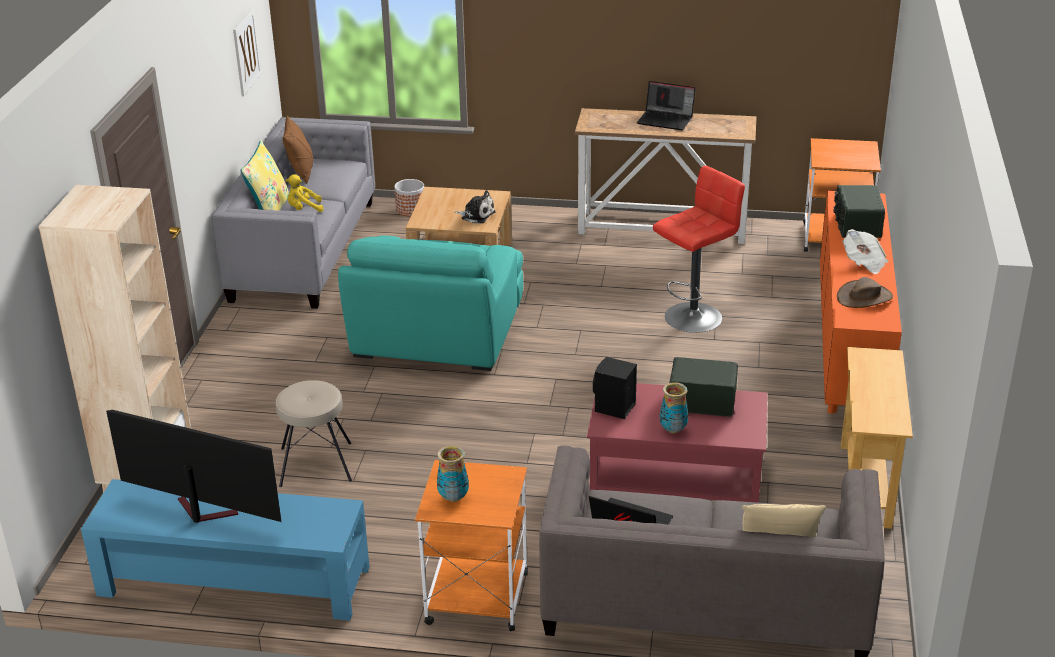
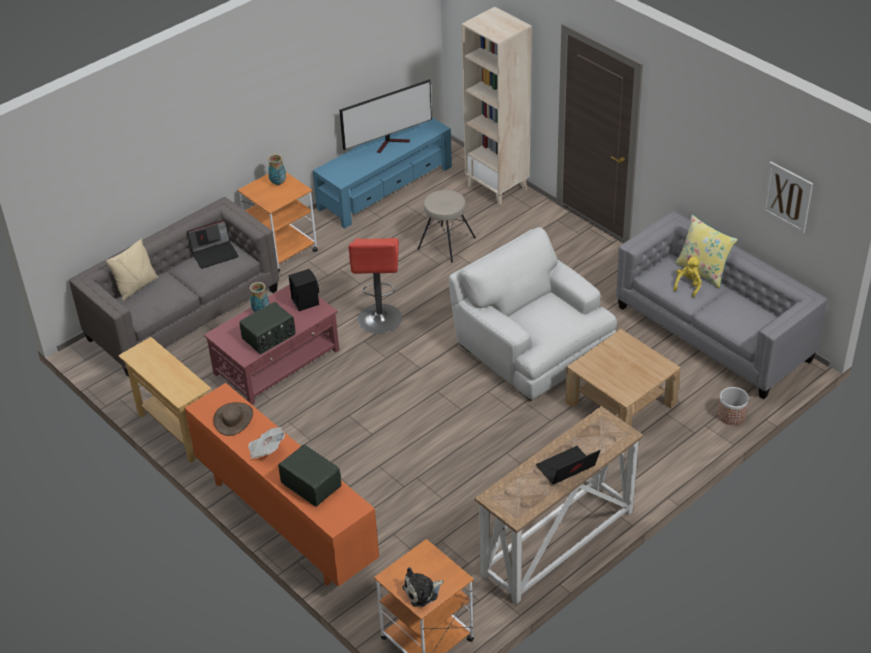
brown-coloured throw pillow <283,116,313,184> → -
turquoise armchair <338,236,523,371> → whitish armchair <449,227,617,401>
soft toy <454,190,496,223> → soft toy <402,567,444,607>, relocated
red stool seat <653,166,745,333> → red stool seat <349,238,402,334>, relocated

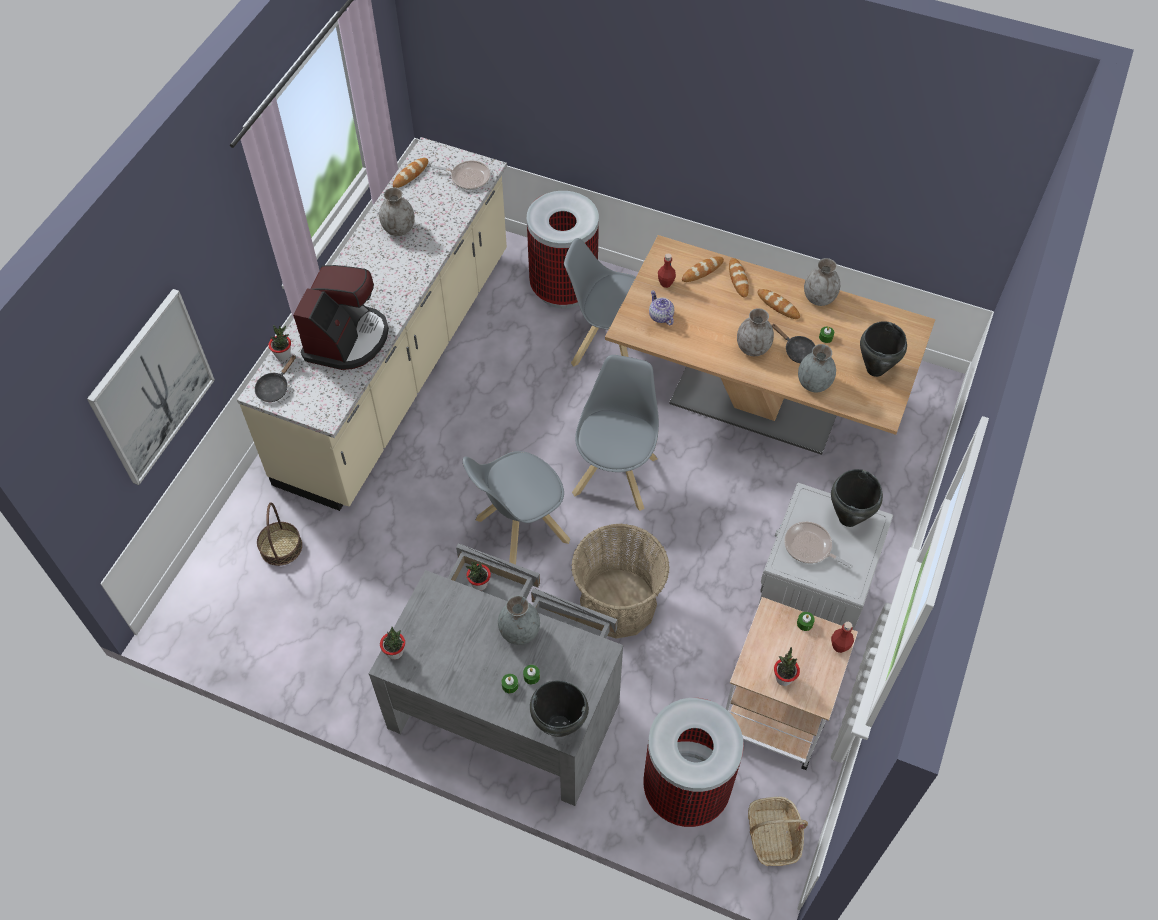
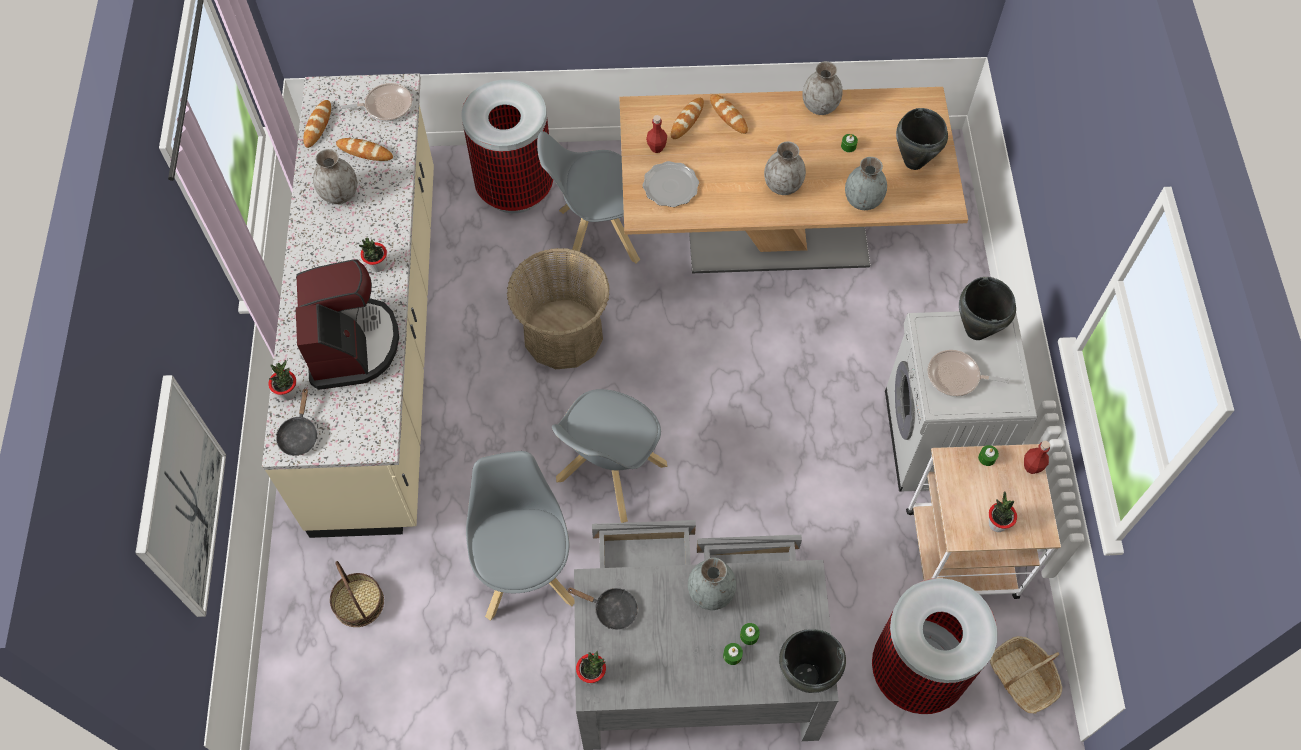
houseplant <466,561,491,591> → houseplant <359,237,387,272>, relocated
storage basket <571,524,670,639> → storage basket <507,248,610,369>, relocated
grey plain chair <572,355,659,511> → grey plain chair <466,451,574,621>, relocated
teapot <649,290,674,325> → plate <642,161,699,207>
baked bread <757,289,800,319> → baked bread <336,138,393,161>, relocated
black skillet <771,324,815,363> → black skillet <567,587,638,630>, relocated

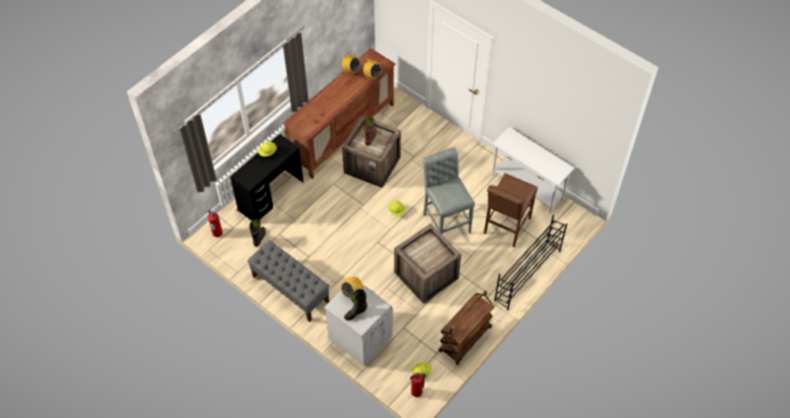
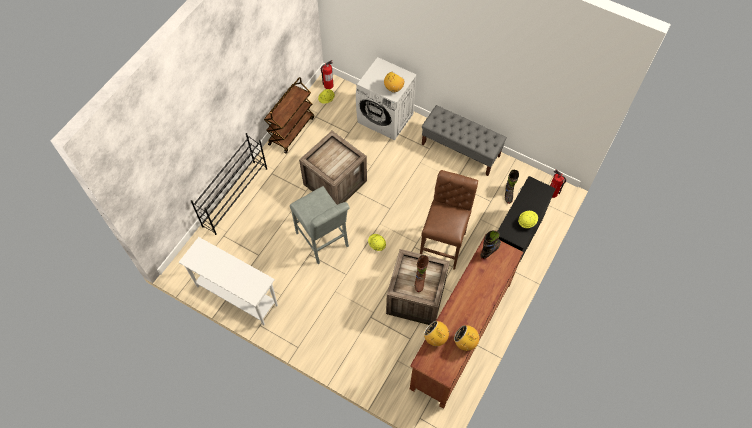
black high-top boot <344,289,367,320> → black high-top boot <480,230,501,259>, relocated
brown-coloured stool seat <484,173,538,247> → brown-coloured stool seat <420,170,478,270>, relocated

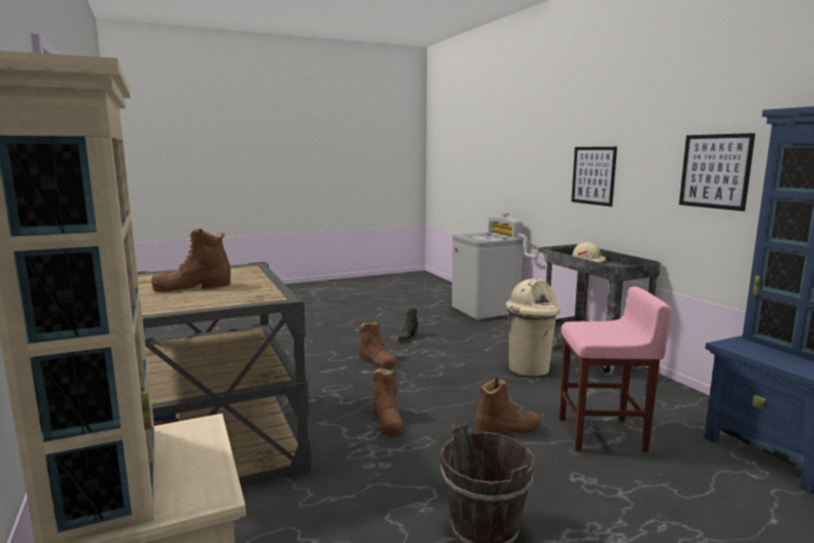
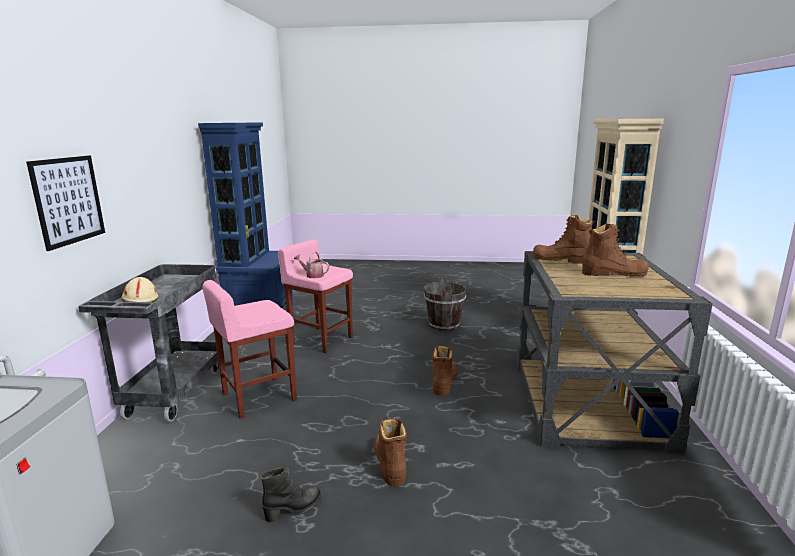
brown-coloured high-top boot <475,378,540,434> → brown-coloured high-top boot <533,215,595,264>, relocated
beige-coloured rubbish bin <505,278,561,376> → pinkish stool seat <203,280,297,419>
wall art <679,133,755,211> → -
- → watering pot <294,251,329,278>

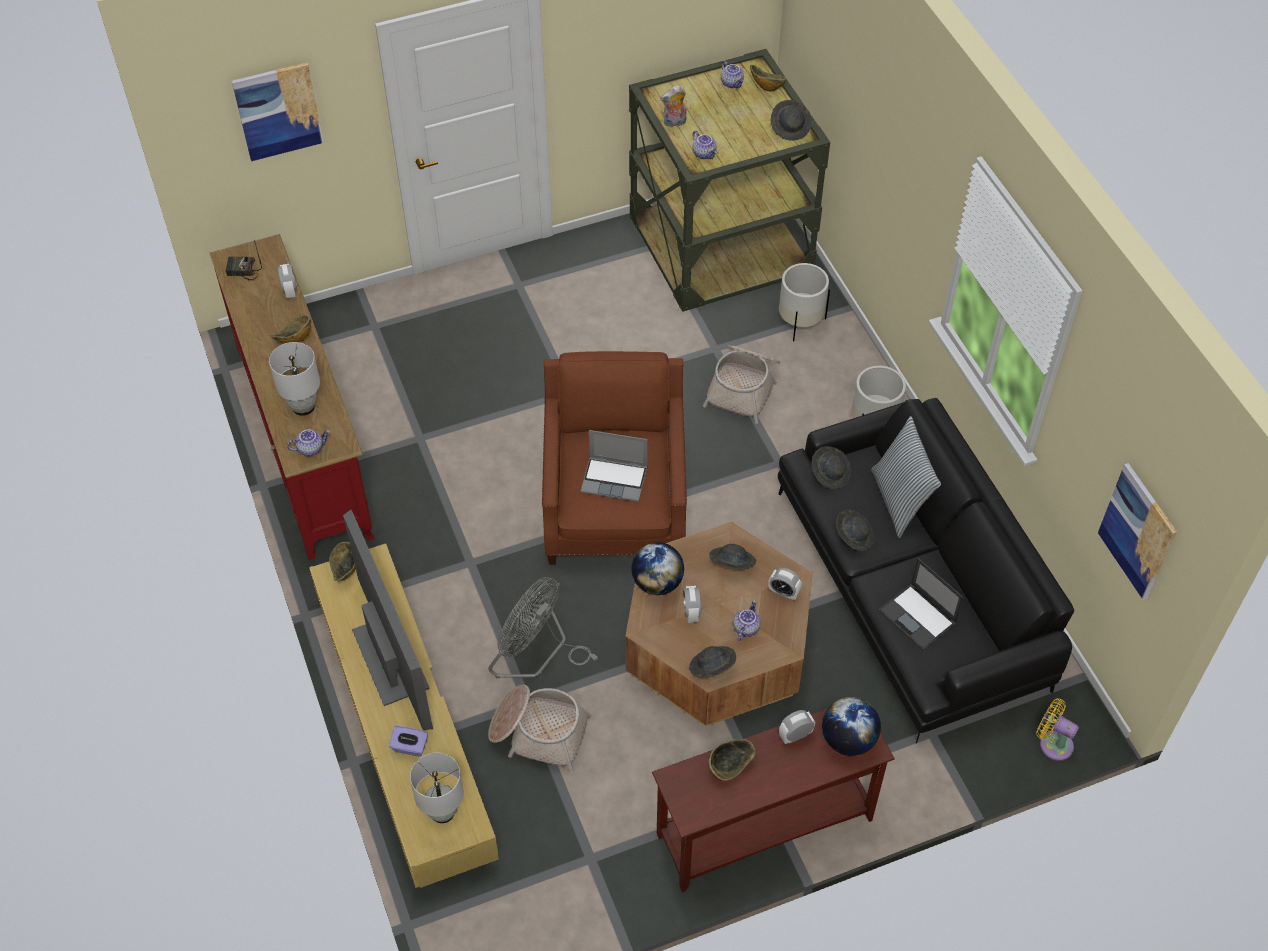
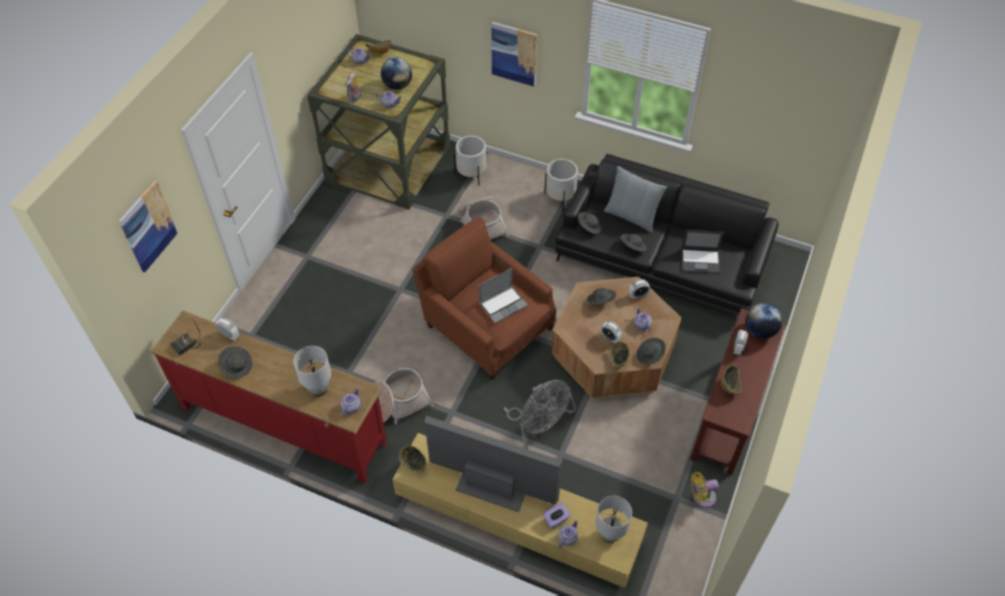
bowl <271,315,311,343> → bowl <609,341,630,368>, relocated
grey fan <488,577,598,678> → grey fan <503,380,577,449>, 120 degrees counterclockwise
storage basket <488,685,592,773> → storage basket <374,368,434,424>, relocated
desk globe <631,542,684,595> → desk globe <381,57,412,90>, relocated
grey wearable hat <771,100,812,141> → grey wearable hat <218,346,252,379>, relocated
yellow-coloured fan <1036,698,1079,761> → yellow-coloured fan <691,472,719,508>, relocated
wall art <1098,463,1177,600> → wall art <491,22,538,87>, relocated
- → teapot <558,520,578,548>

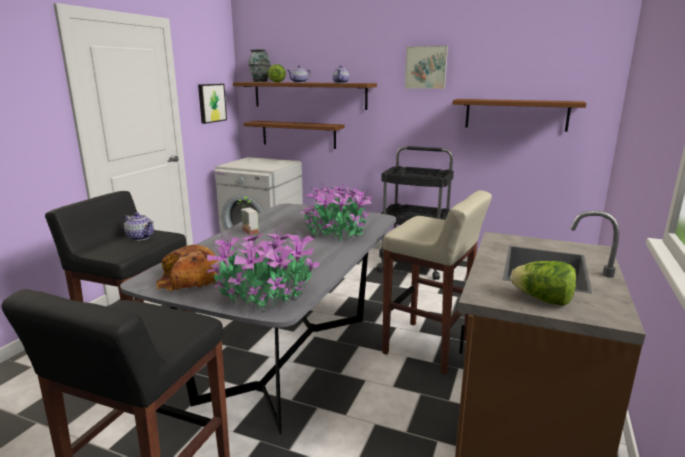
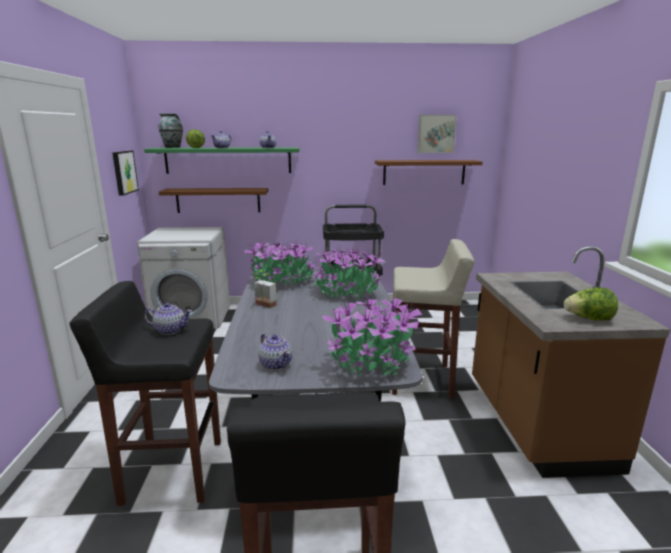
baked bread <156,245,220,291> → teapot <258,333,292,370>
brown-coloured shelf <233,82,377,110> → green-coloured shelf <144,147,300,174>
wall art <405,46,448,89> → wall art <417,115,457,153>, relocated
- → houseplant <244,238,317,287>

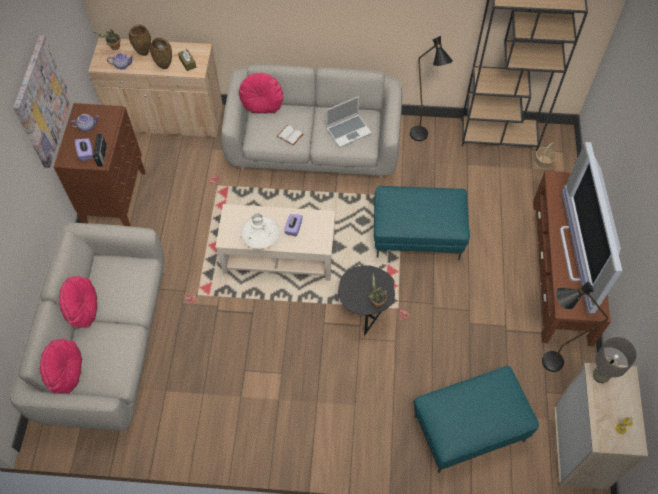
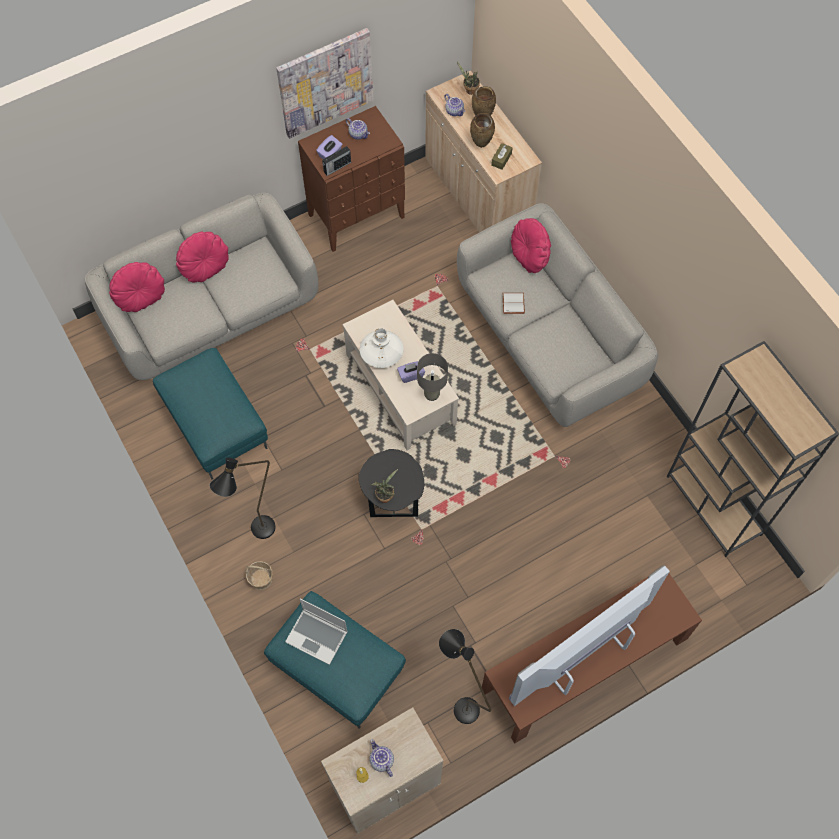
portable computer <326,96,372,148> → portable computer <285,598,348,665>, relocated
turquoise pouffe <374,186,470,260> → turquoise pouffe <153,348,268,479>, relocated
black floor lamp <410,36,453,141> → black floor lamp <210,457,275,539>, relocated
storage basket <535,142,556,170> → storage basket <245,561,273,590>, relocated
grey tabletop lamp <593,337,637,383> → grey tabletop lamp <417,353,448,401>, relocated
- → teapot <369,739,394,777>

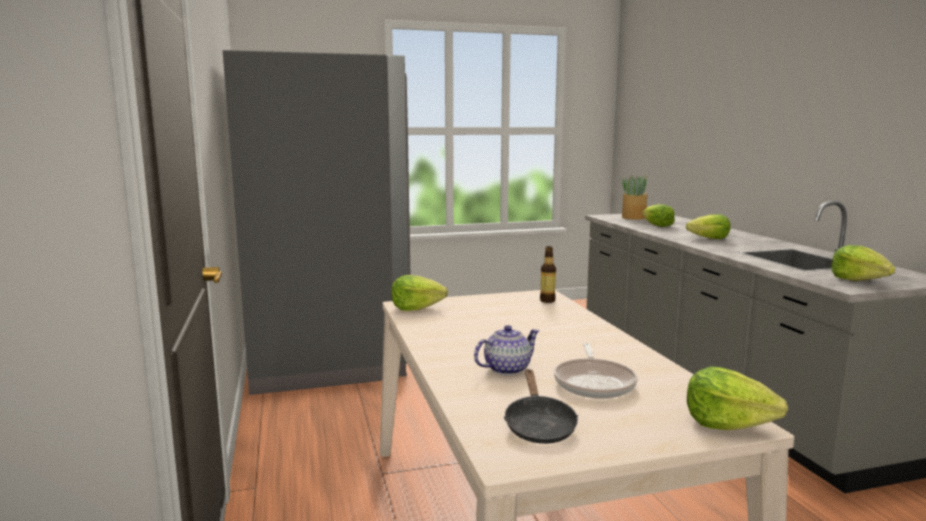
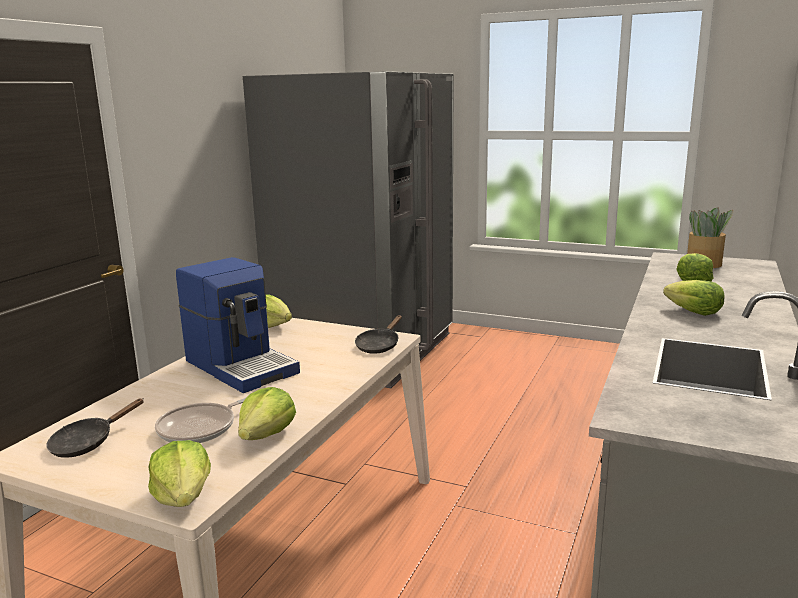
teapot <474,325,539,375> → -
drink bottle <540,246,556,303> → black skillet <355,315,402,354>
lettuce <831,245,895,281> → lettuce <238,387,296,440>, relocated
- → coffee brewer <176,257,300,393>

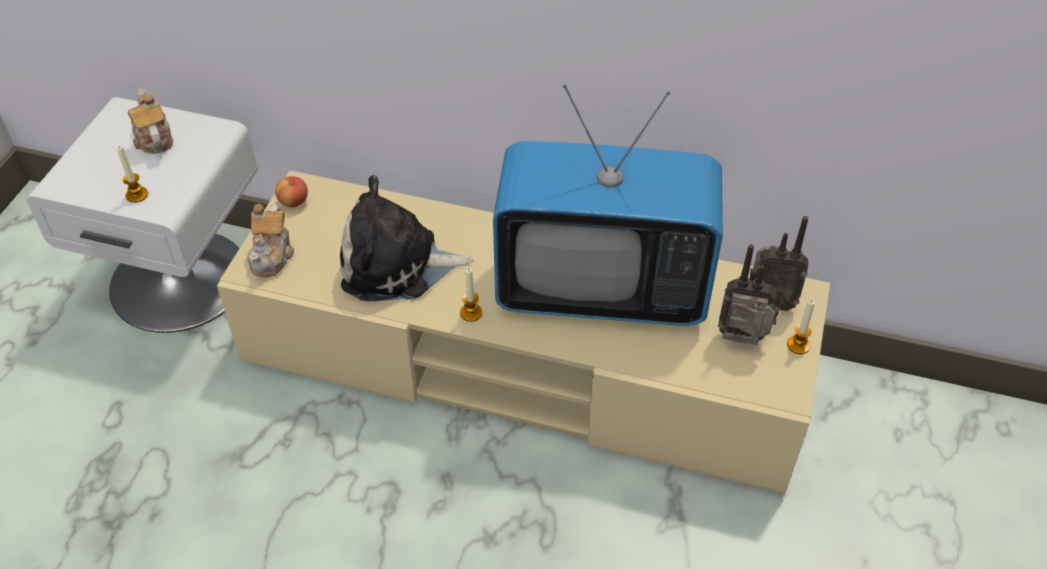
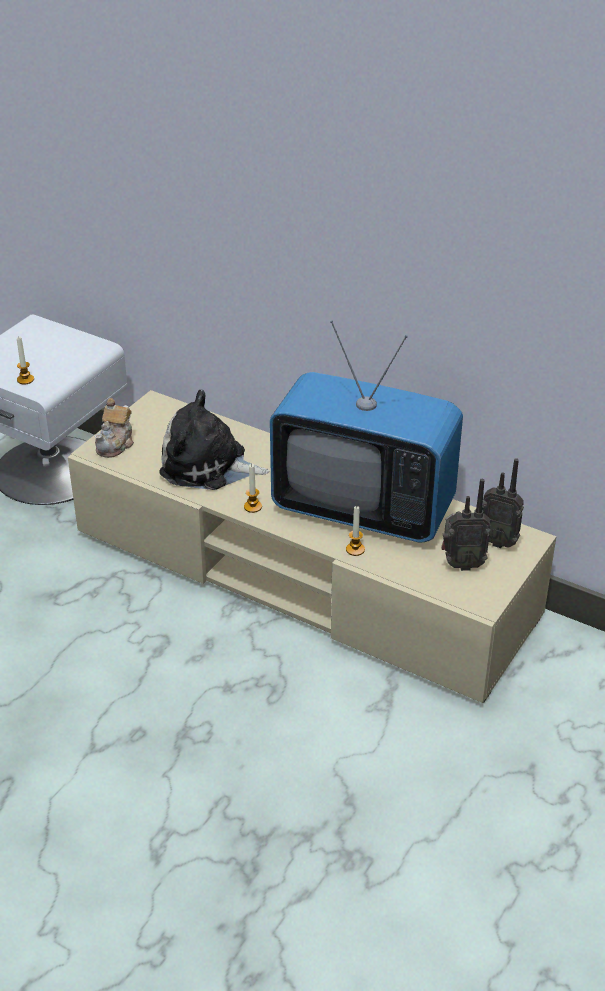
teapot <128,88,173,154> → -
whole apple <275,176,308,207> → -
radio receiver <718,244,780,345> → radio receiver <441,479,491,571>, 150 degrees clockwise
candle <787,300,815,354> → candle <346,506,365,556>, relocated

